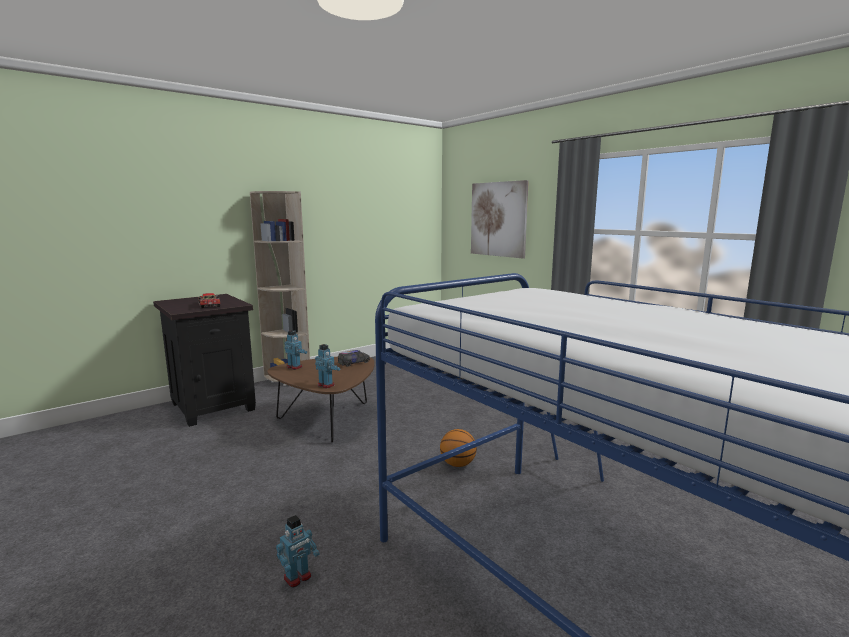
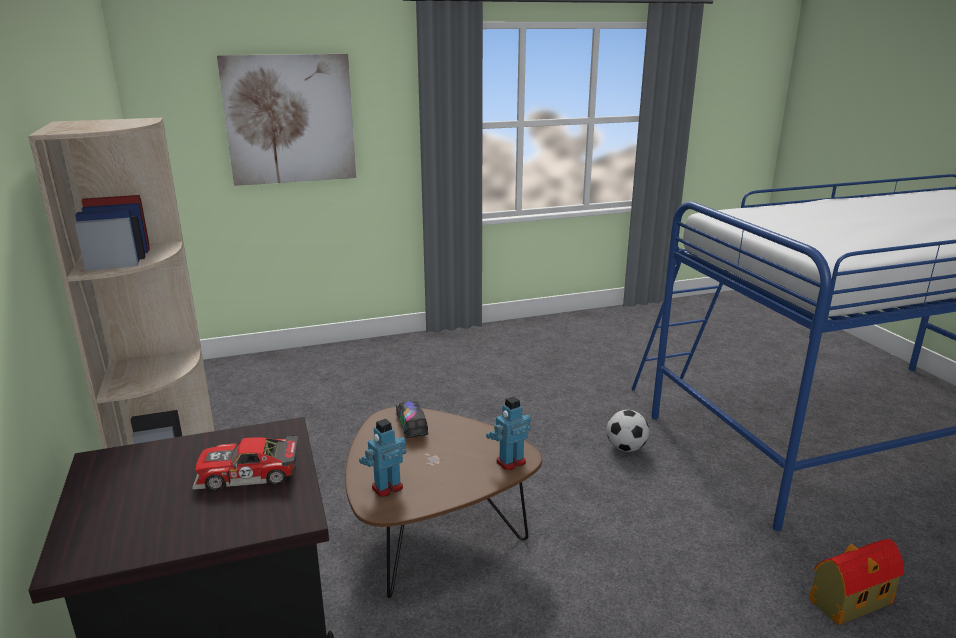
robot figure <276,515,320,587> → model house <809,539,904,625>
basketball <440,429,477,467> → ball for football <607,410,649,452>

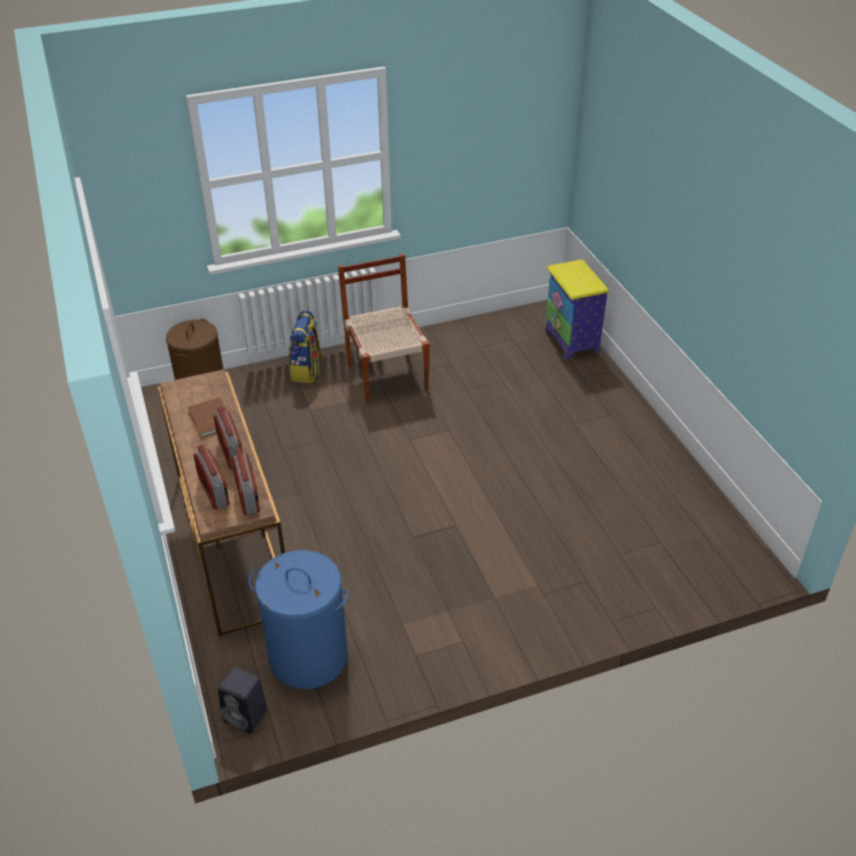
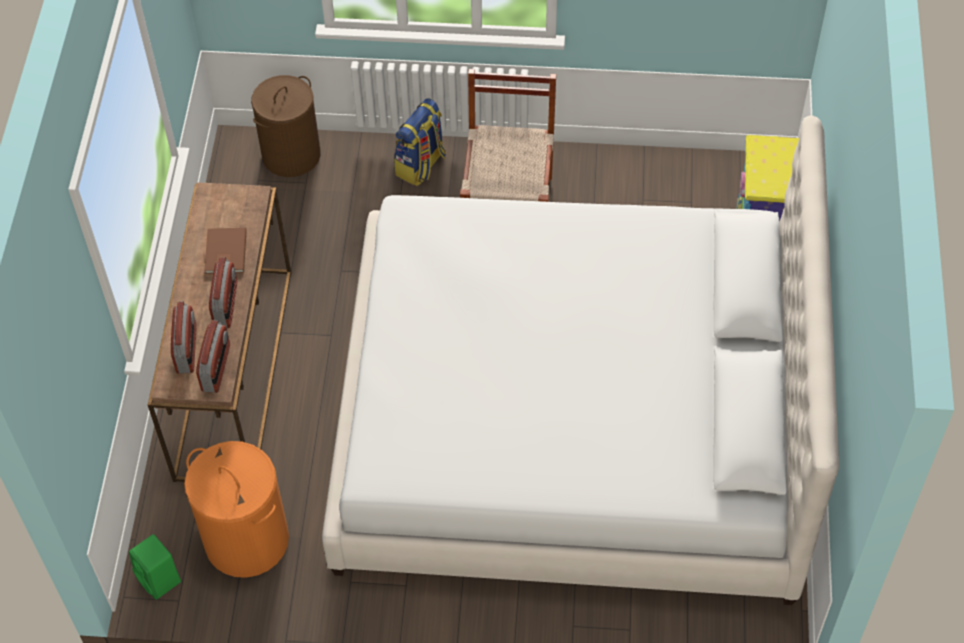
black audio speaker <218,667,267,733> → green-coloured audio speaker <129,534,181,600>
blue laundry basket <248,550,349,689> → orange-coloured laundry basket <184,441,289,578>
- → whitish bedroom bed <322,115,839,605>

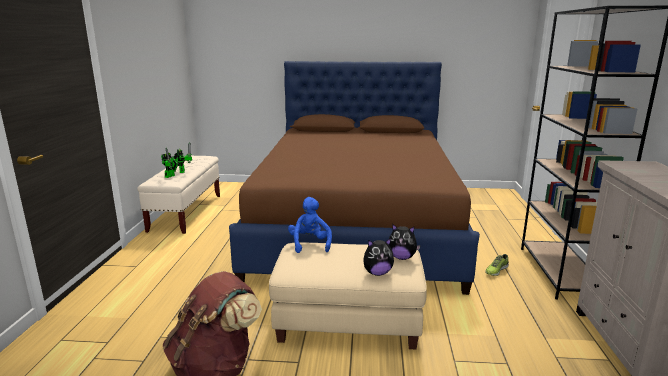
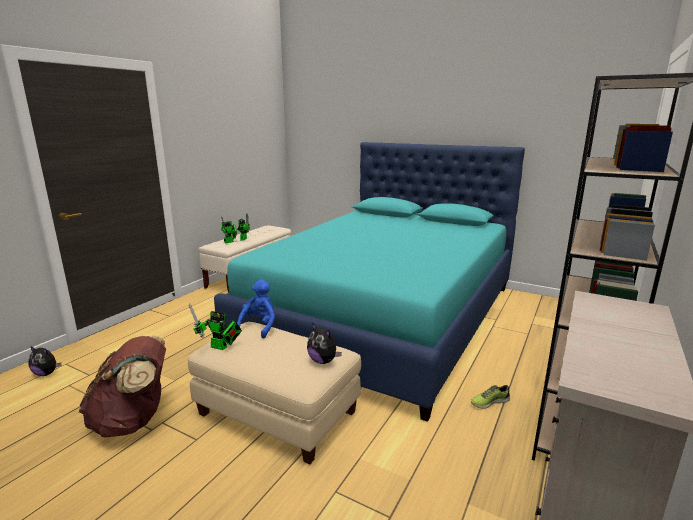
brown-coloured bedroom bed <229,61,480,295> → turquoise bedroom bed <214,142,525,422>
soft toy <363,238,394,276> → soft toy <28,346,61,376>, relocated
- → robot figure <189,304,242,350>

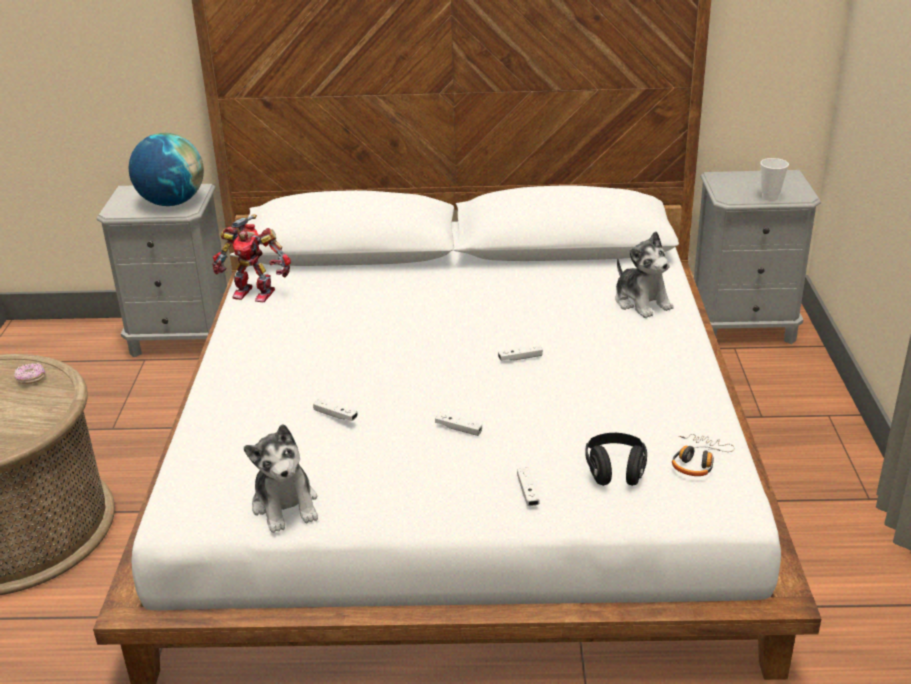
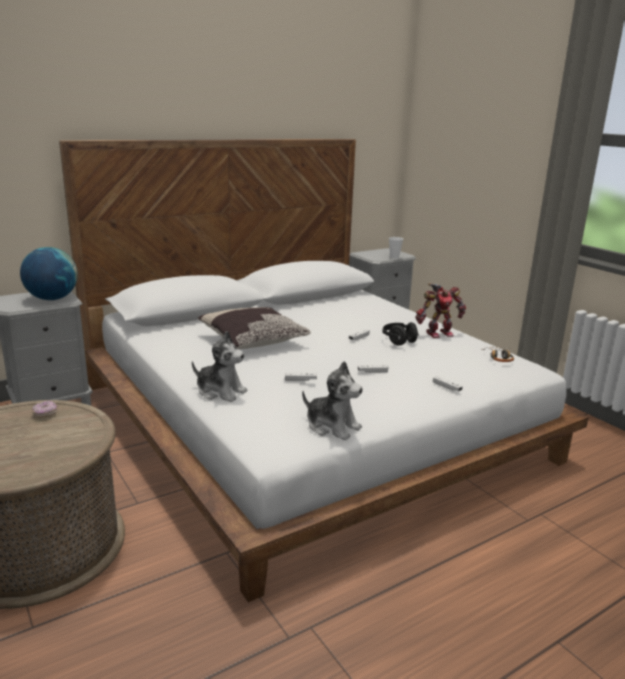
robot figure <212,214,291,302> → robot figure <416,283,466,338>, relocated
black headphones <585,433,647,486> → black headphones <382,322,419,346>, relocated
soft toy <615,231,674,318> → soft toy <192,331,247,402>, relocated
- → throw pillow <197,307,311,349>

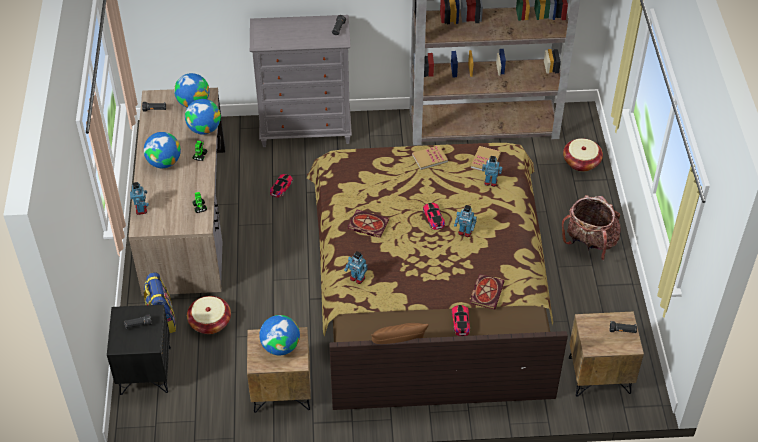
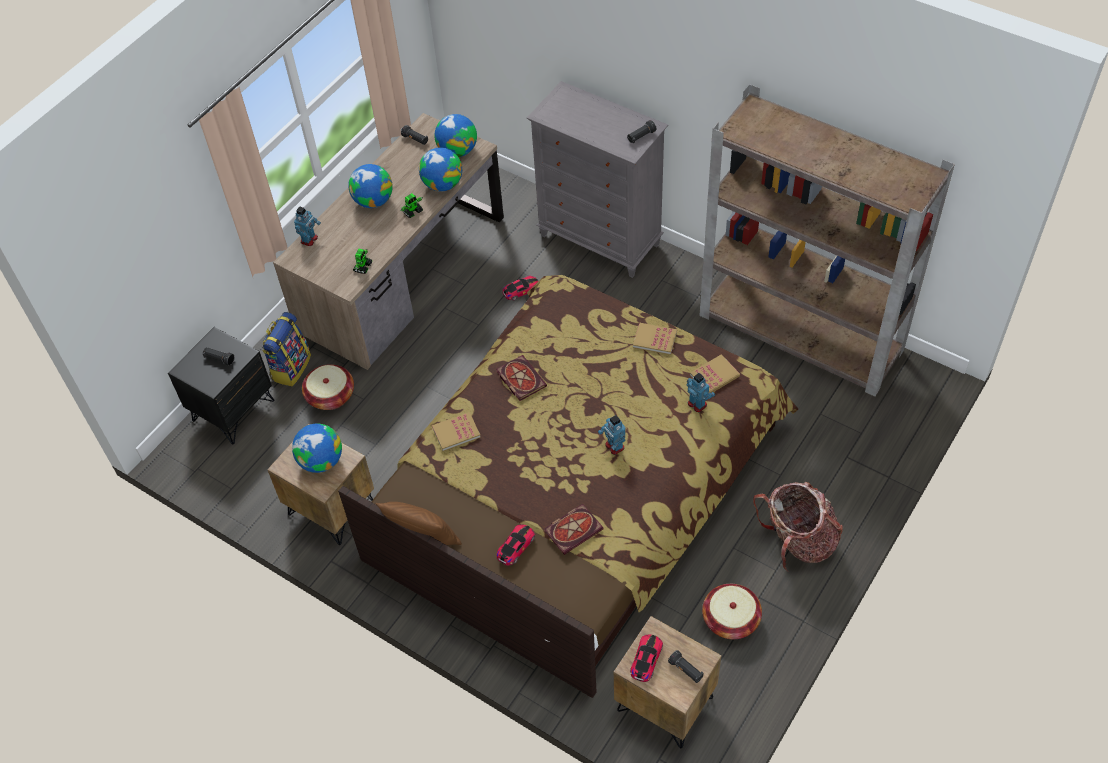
robot figure <344,251,368,284> → bound book <432,412,481,451>
miniature car <423,203,445,230> → miniature car <630,634,663,682>, relocated
storage basket <563,138,603,172> → storage basket <702,584,762,639>, relocated

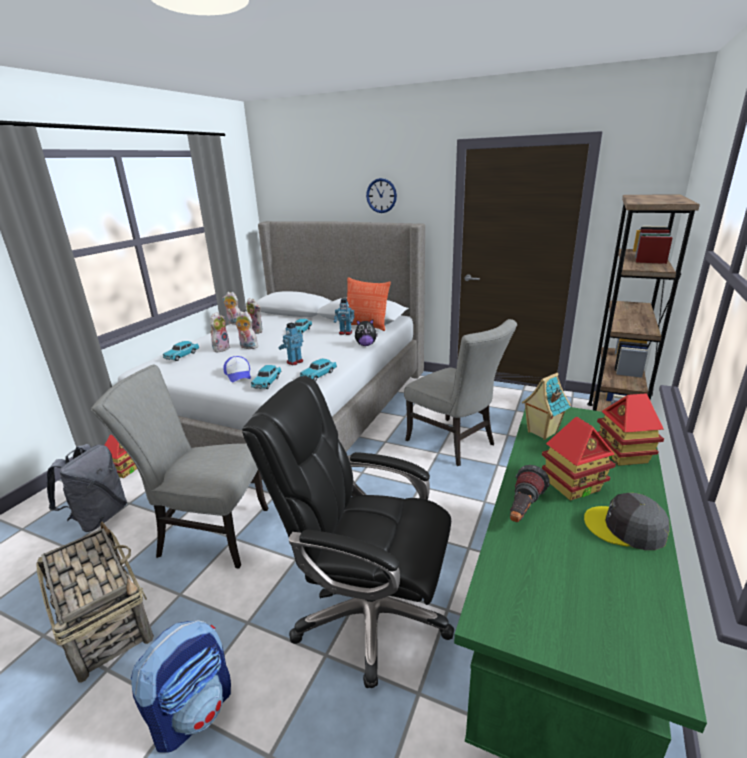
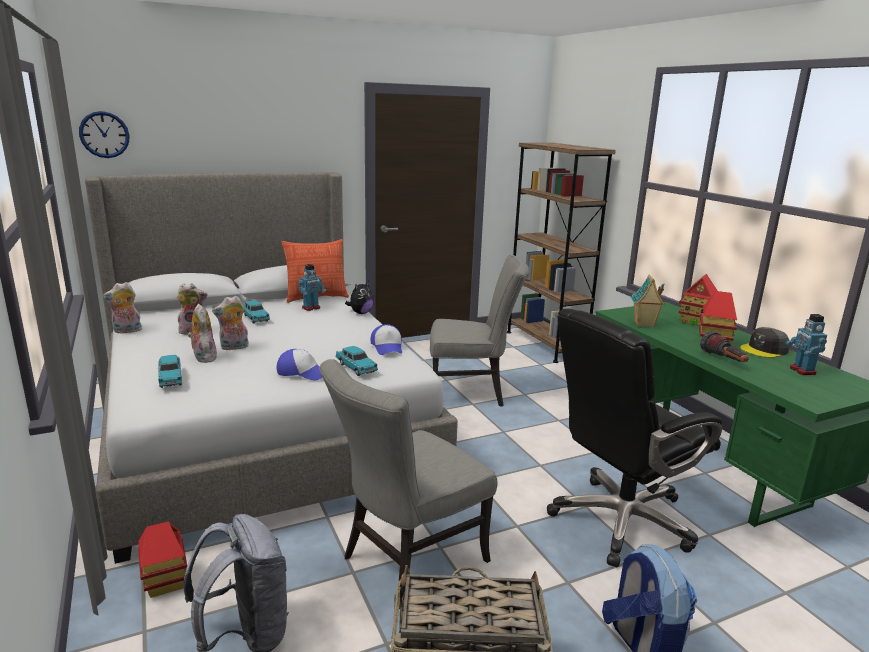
robot figure <279,322,303,365> → robot figure <785,314,827,375>, relocated
turquoise miniature car <300,358,337,381> → baseball cap <370,324,402,355>
clock on the wall <366,178,397,213> → clock on the wall <79,111,129,158>, relocated

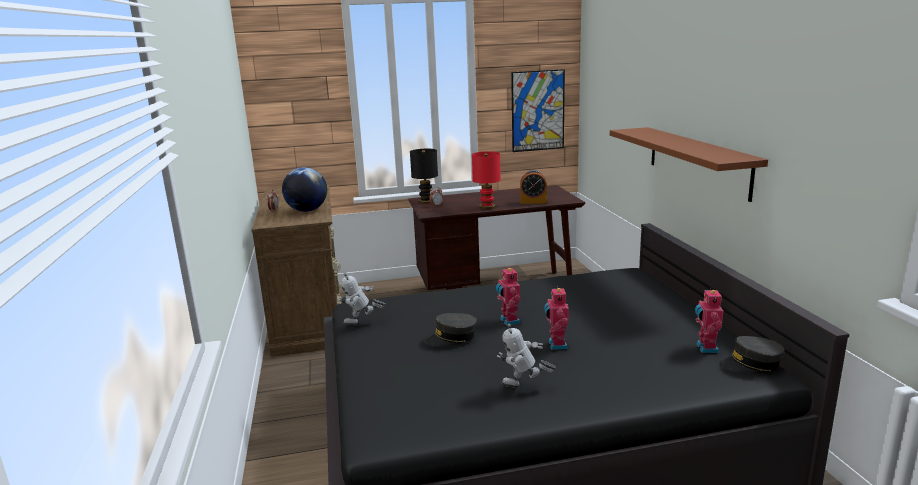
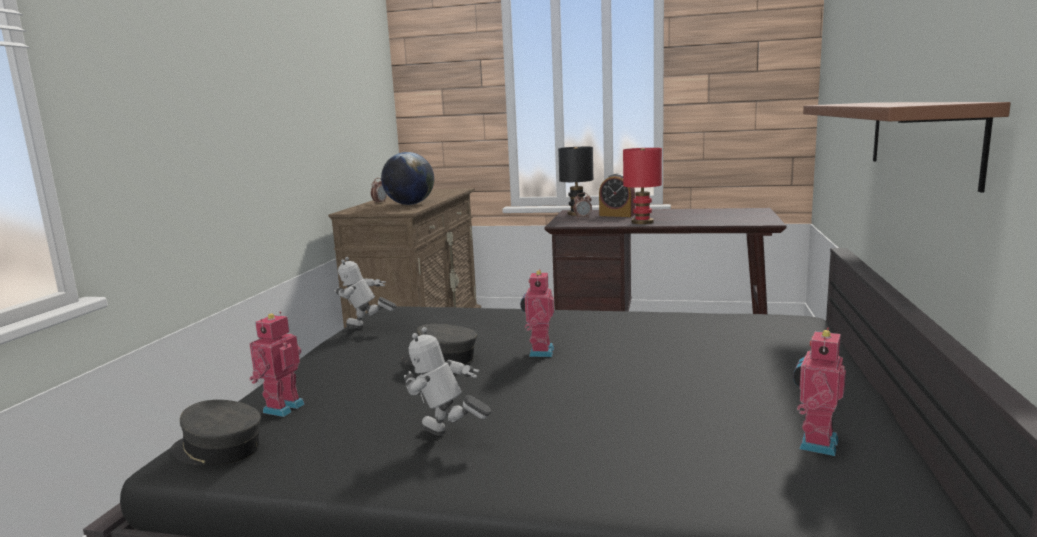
wall art <511,69,565,152> → -
table clock <520,170,547,204> → table clock <599,174,635,217>, relocated
robot figure <544,286,569,350> → robot figure <249,311,305,417>, relocated
grey baseball cap <719,336,785,375> → grey baseball cap <171,400,261,465>, relocated

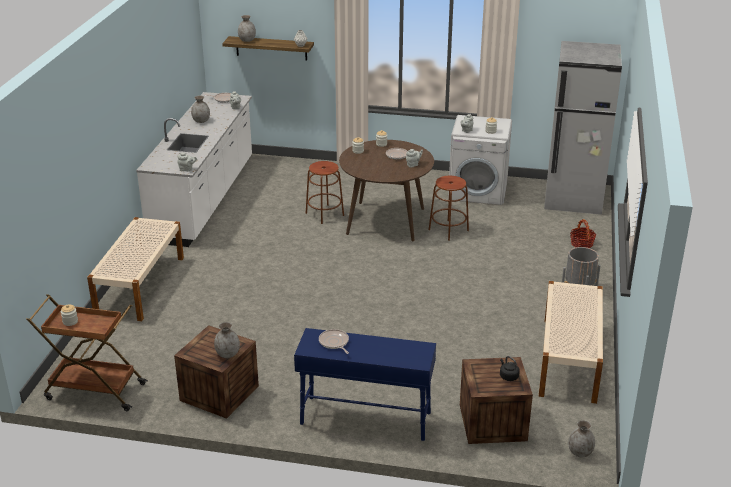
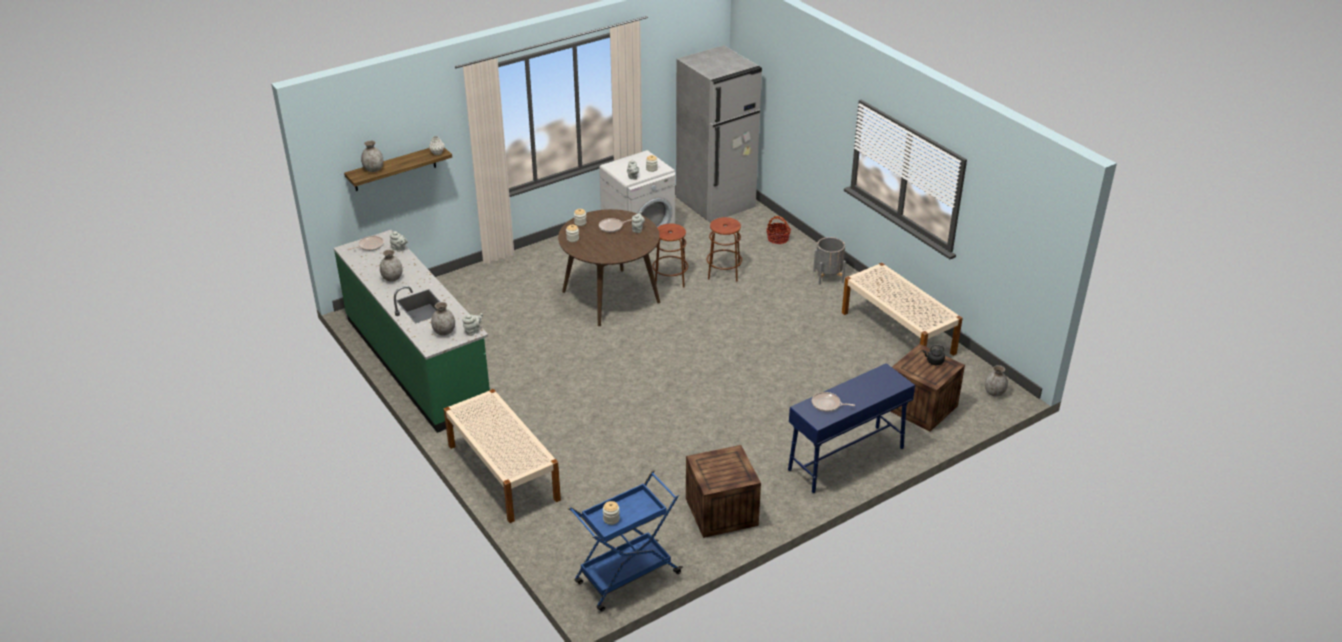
brown-coloured wheeled cart <26,294,148,411> → blue wheeled cart <568,470,683,612>
whitish kitchen counter <136,92,252,247> → green-coloured kitchen counter <334,230,490,433>
grey vase <214,322,240,358> → grey vase <431,302,455,336>, relocated
brown-coloured stool seat <306,161,344,224> → brown-coloured stool seat <707,217,742,281>, relocated

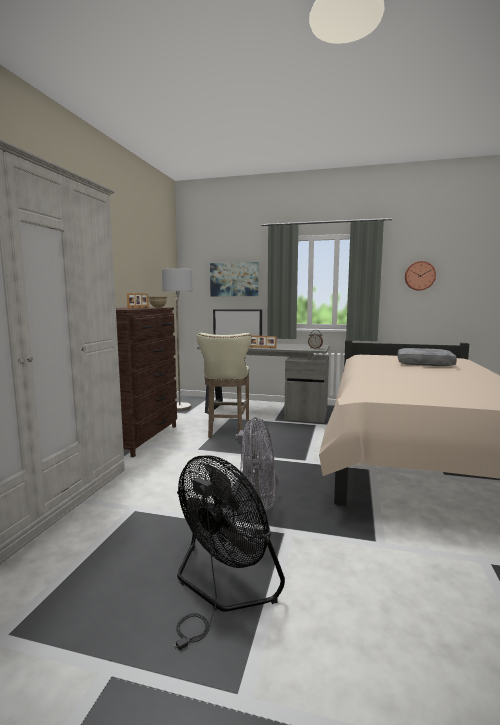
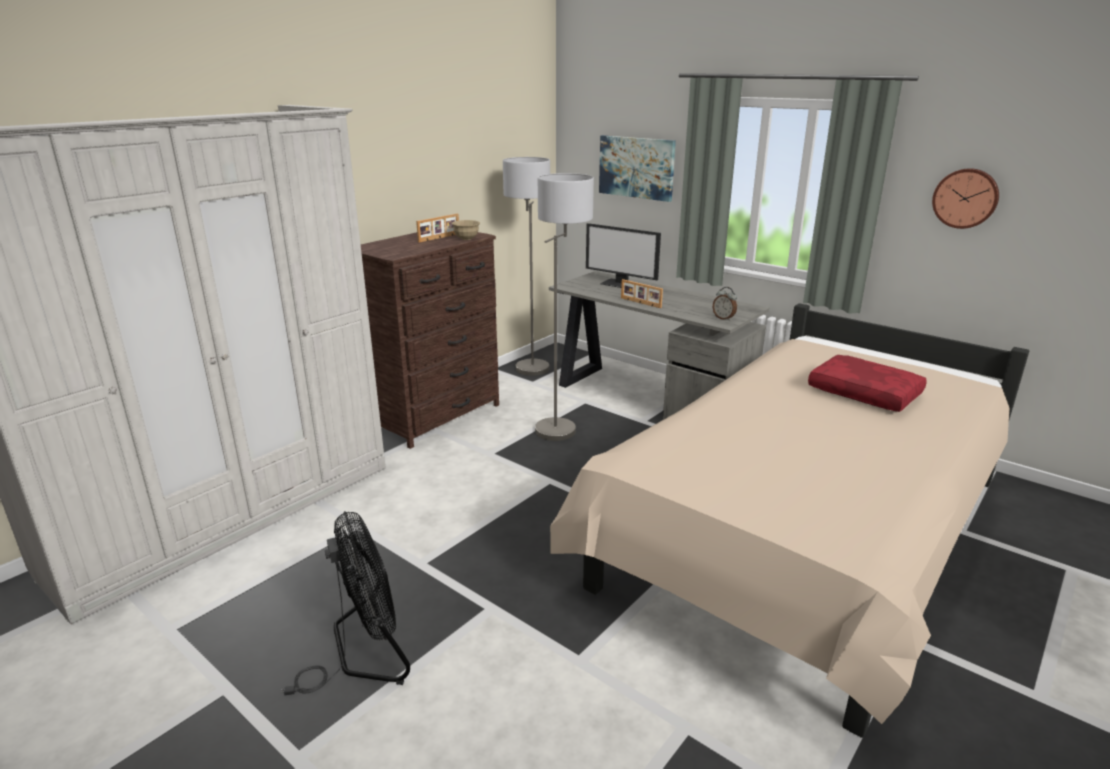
beige-coloured stool seat <197,333,252,438> → grey floor lamp <535,173,594,441>
grey fan <198,417,279,547> → -
grey throw pillow <397,348,457,366> → red throw pillow <808,355,927,412>

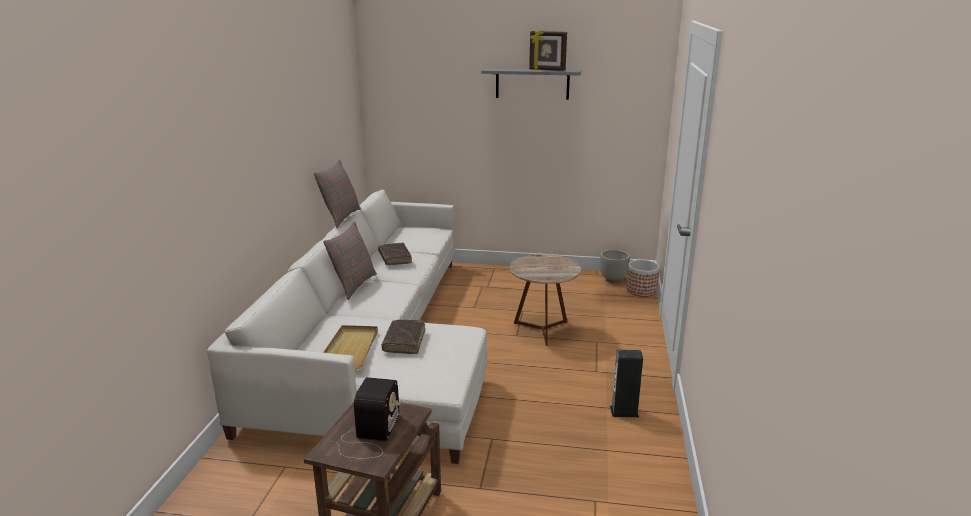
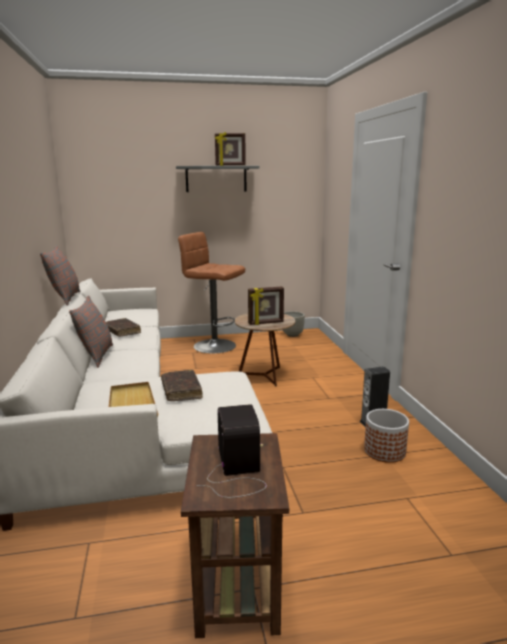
plant pot <626,259,660,297> → plant pot <364,409,409,463>, relocated
- → brown-coloured stool seat <178,232,245,353>
- → picture frame <248,287,284,325>

